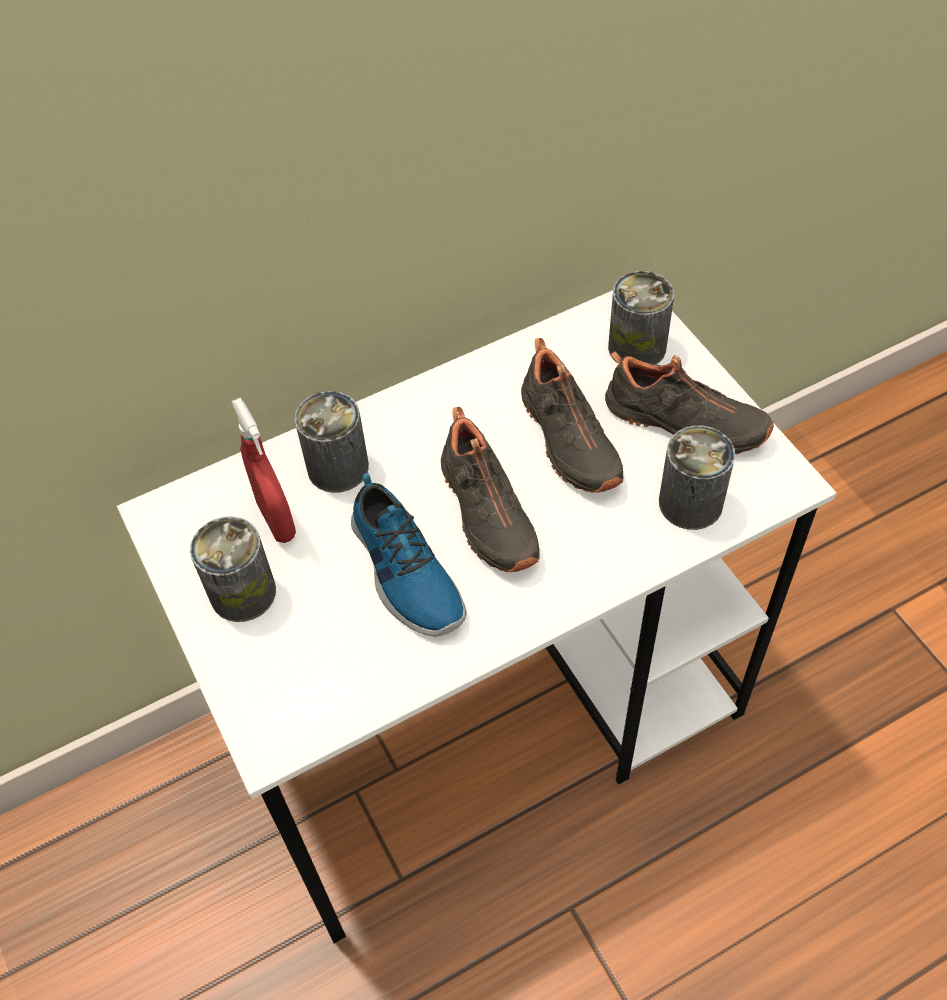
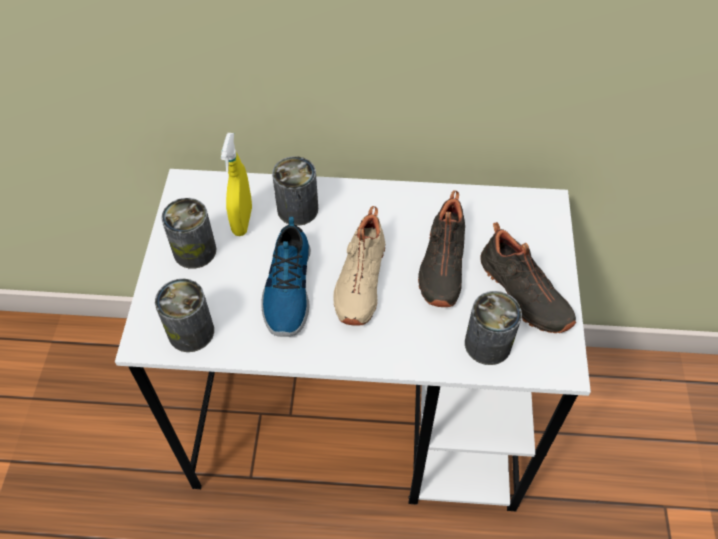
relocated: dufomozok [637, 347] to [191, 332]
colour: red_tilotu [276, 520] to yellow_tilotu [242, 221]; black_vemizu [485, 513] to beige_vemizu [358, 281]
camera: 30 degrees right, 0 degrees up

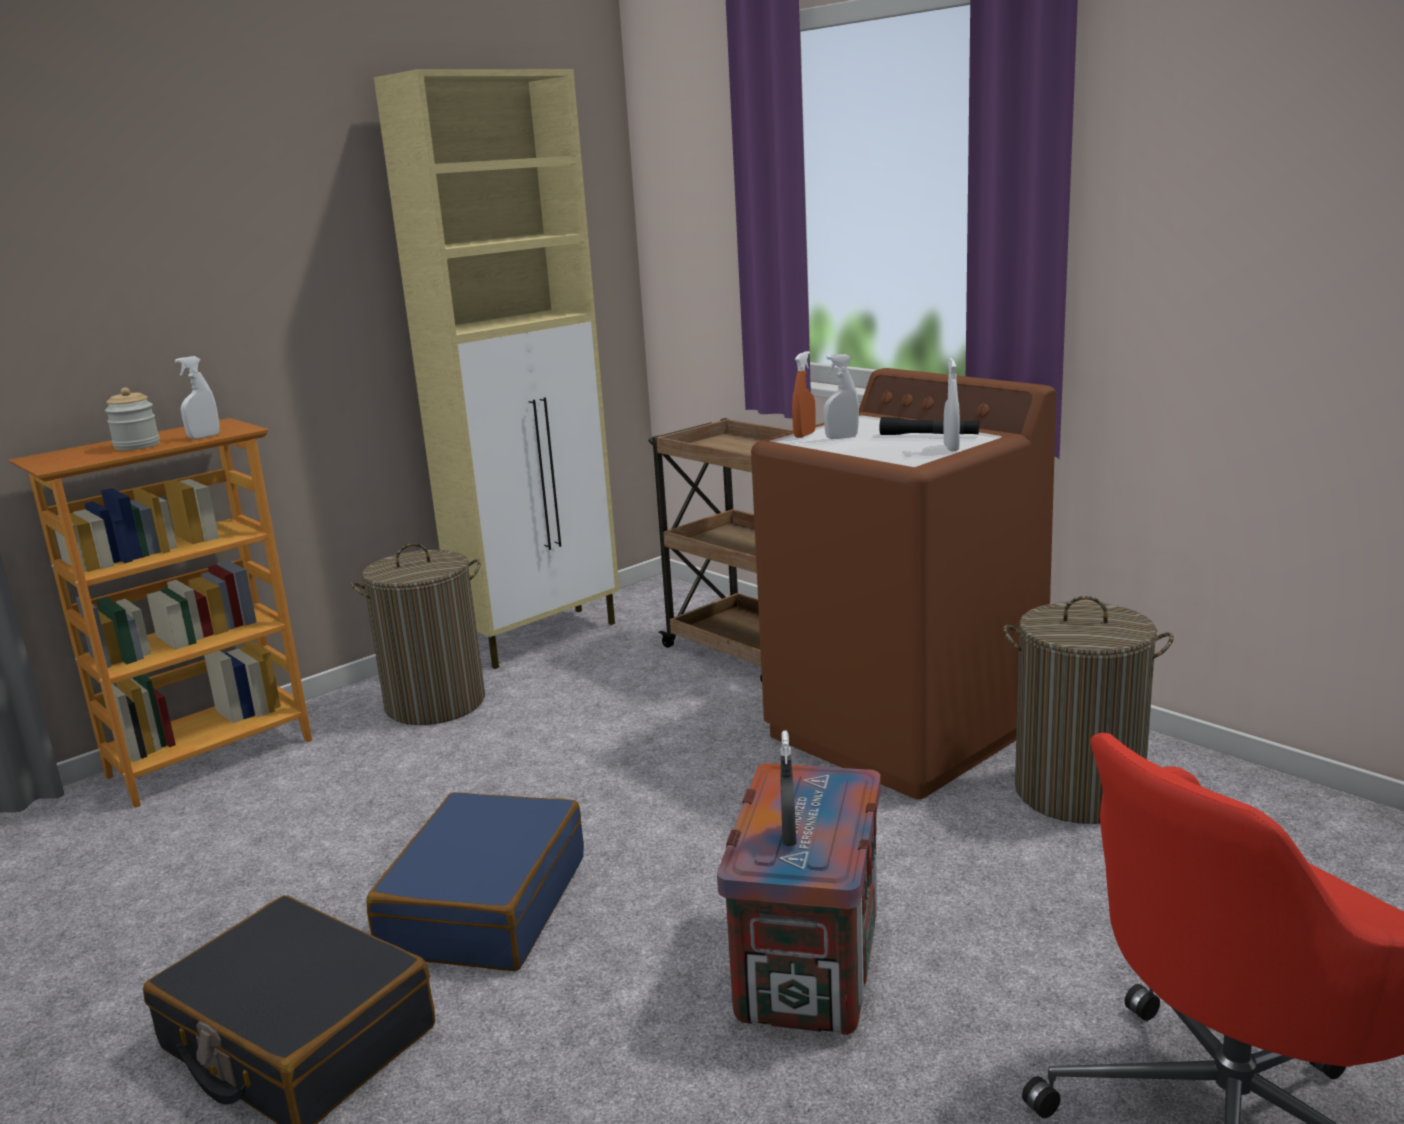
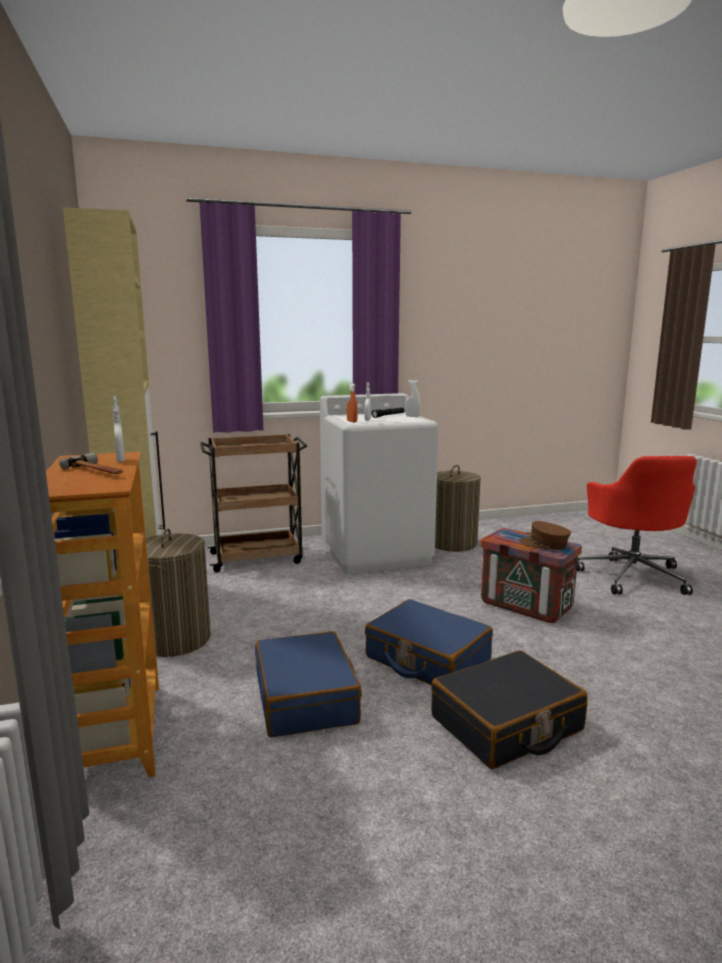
appeared: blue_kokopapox [306, 698]
exchanged: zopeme [137, 446] to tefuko [97, 471]; grey_tilotu [789, 836] to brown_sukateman [544, 544]
colour: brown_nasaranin [904, 731] to white_nasaranin [376, 553]
camera: 65 degrees left, 5 degrees down

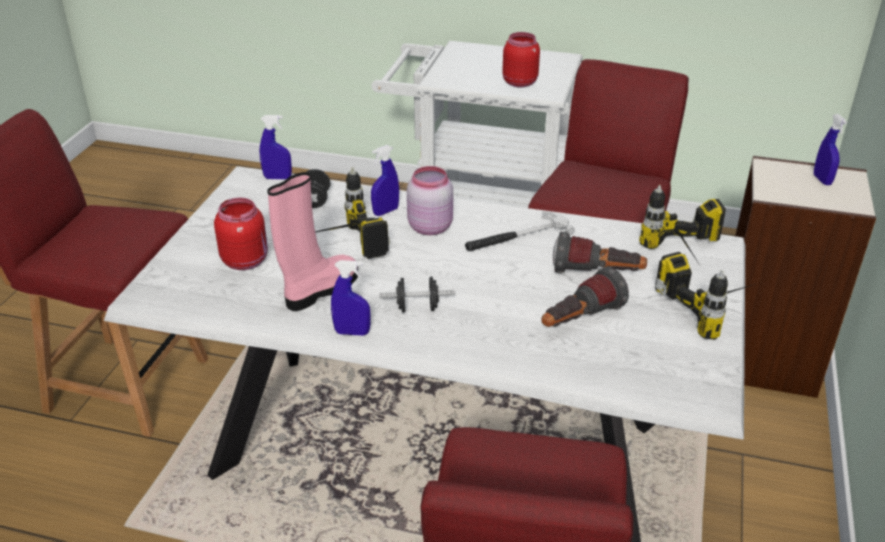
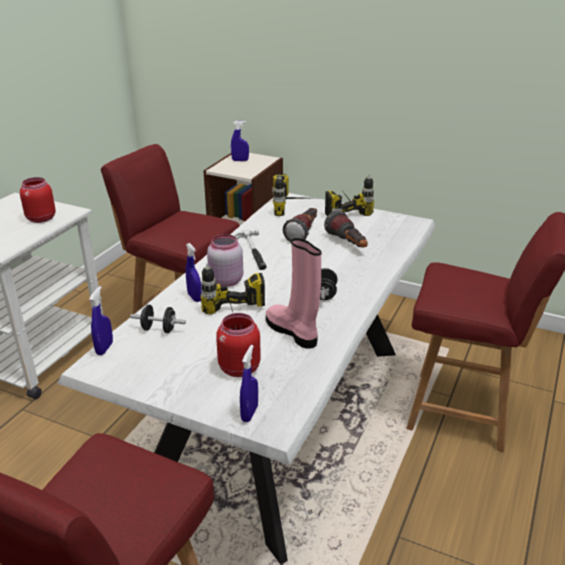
relocated: blue_tilotu [352, 332] to [249, 413]
camera: 80 degrees left, 5 degrees down

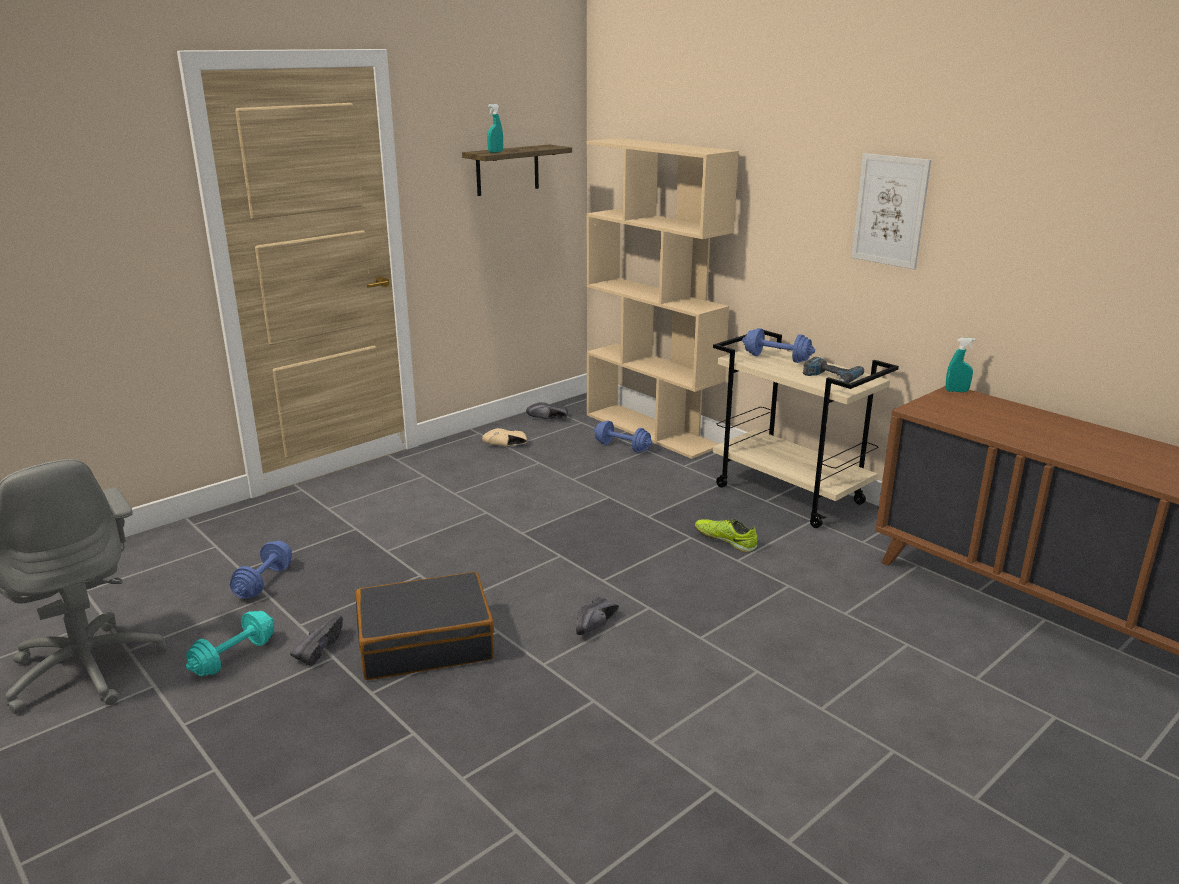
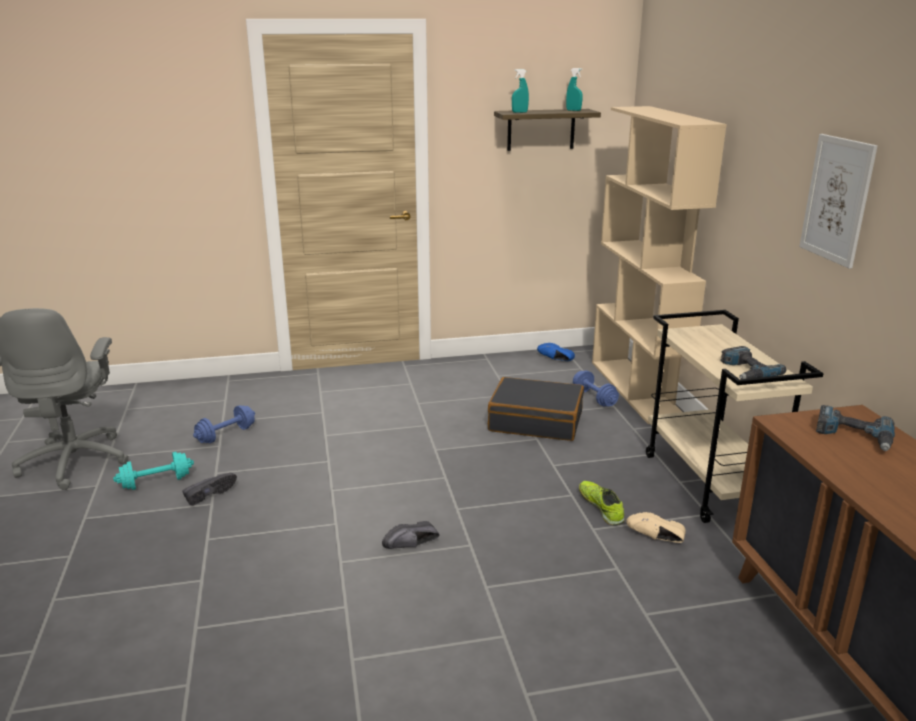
missing: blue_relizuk [776, 358]
appeared: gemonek [853, 436]
relocated: black_kokopapox [425, 642] to [536, 421]; turquoise_tilotu [956, 391] to [573, 110]; beige_vemizu [506, 446] to [656, 539]
colour: black_vemizu [548, 419] to blue_vemizu [555, 360]
camera: 30 degrees right, 0 degrees up

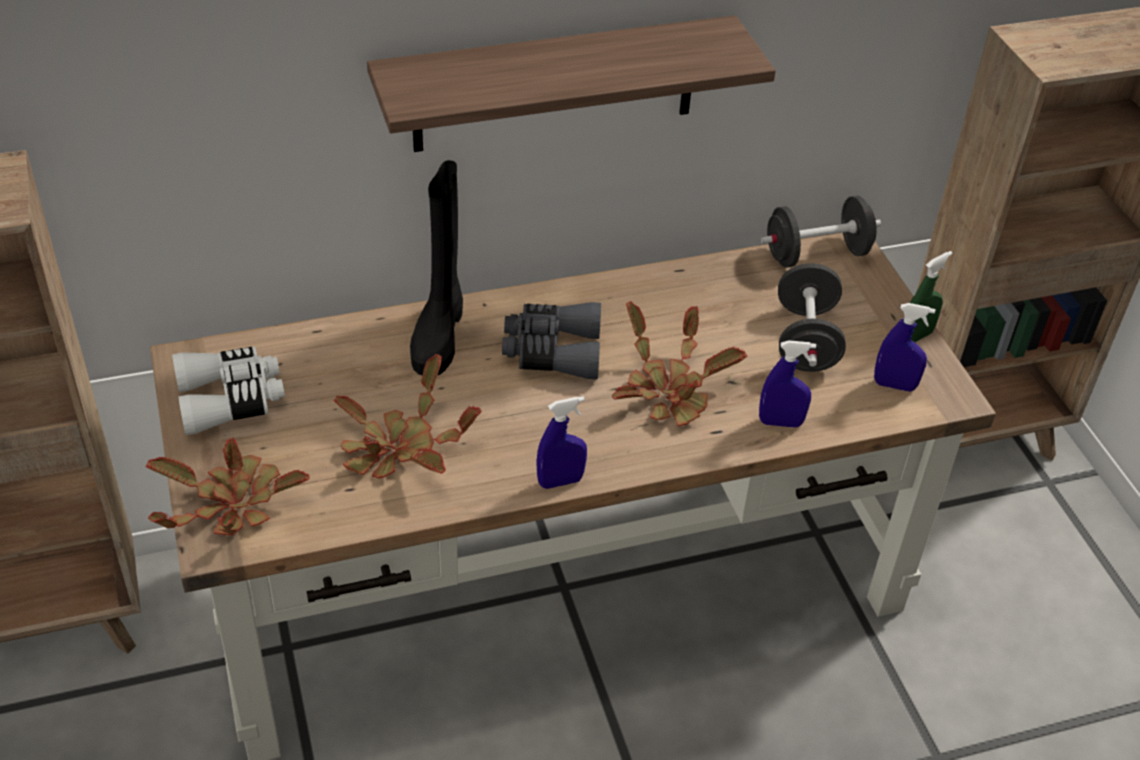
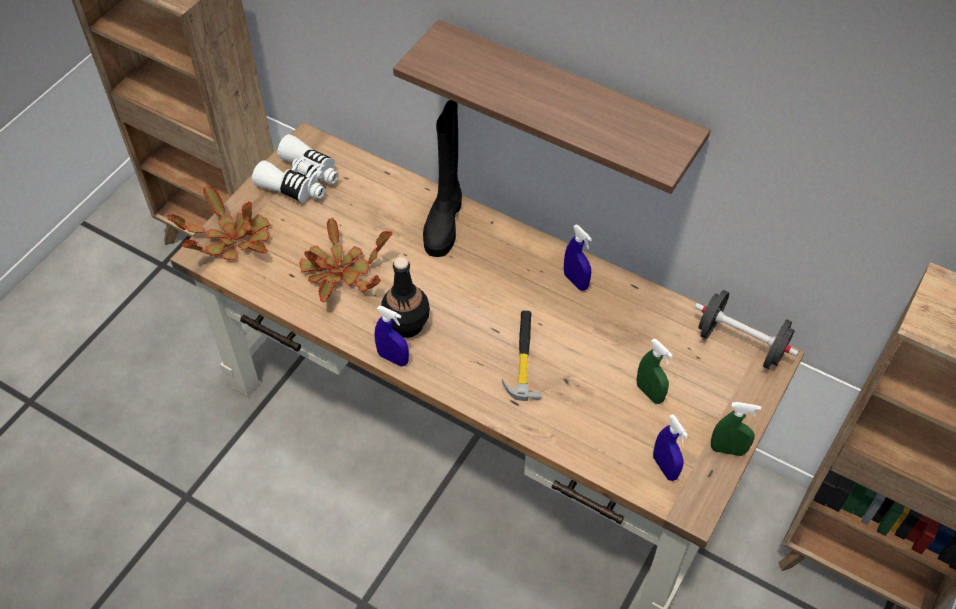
missing: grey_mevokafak [552, 351]
appeared: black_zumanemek [406, 324]
relocated: blue_tilotu [780, 422] to [575, 281]
exchanged: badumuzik [670, 390] to tefuko [523, 356]; black_relizuk [805, 340] to green_tilotu [649, 393]
spun: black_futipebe [439, 334] = [444, 222] 45 degrees counterclockwise
camera: 50 degrees right, 10 degrees up

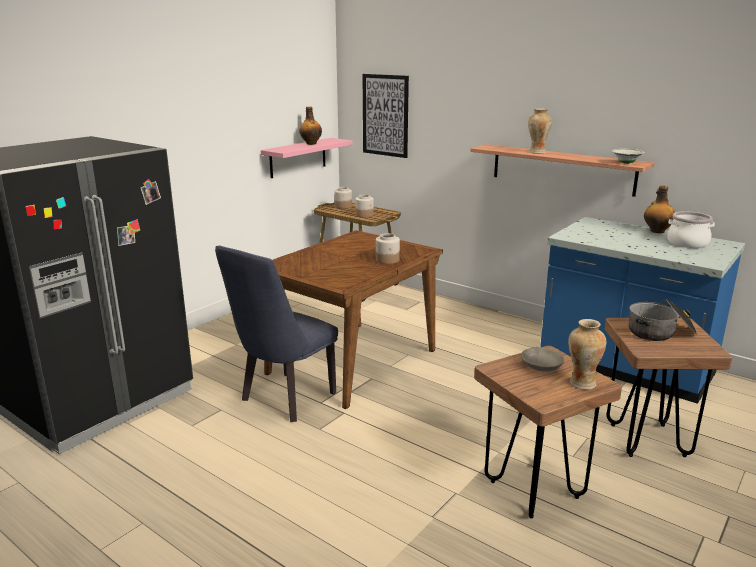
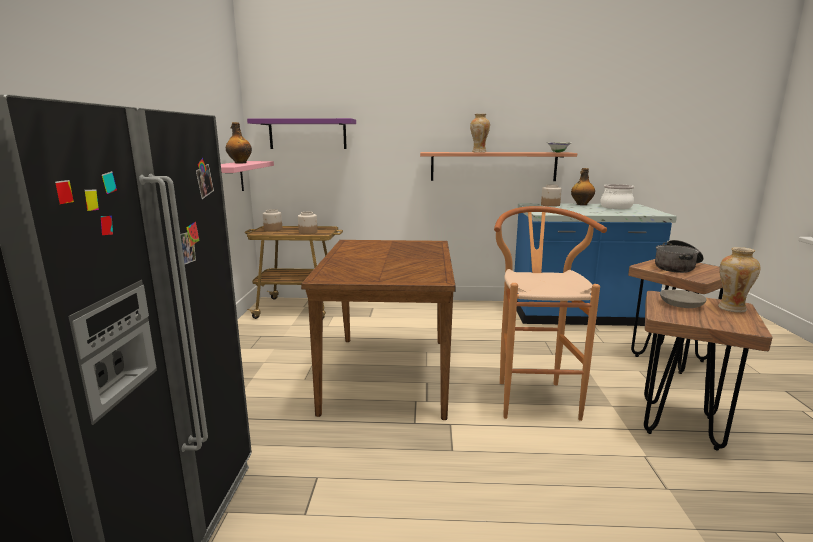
missing: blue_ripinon [283, 400]
appeared: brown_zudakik [533, 395]
relocated: zopeme [387, 260] to [550, 205]
exchanged: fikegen [385, 115] to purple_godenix [307, 134]
camera: 35 degrees left, 5 degrees down

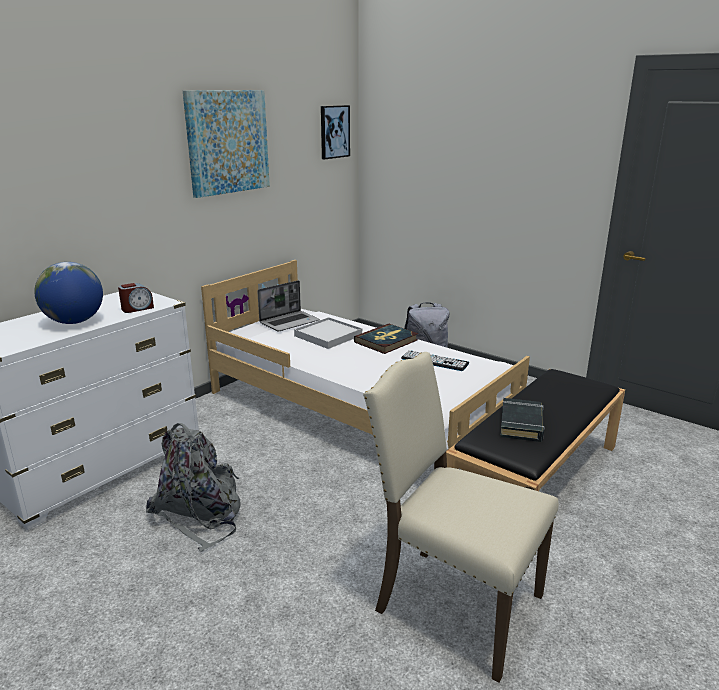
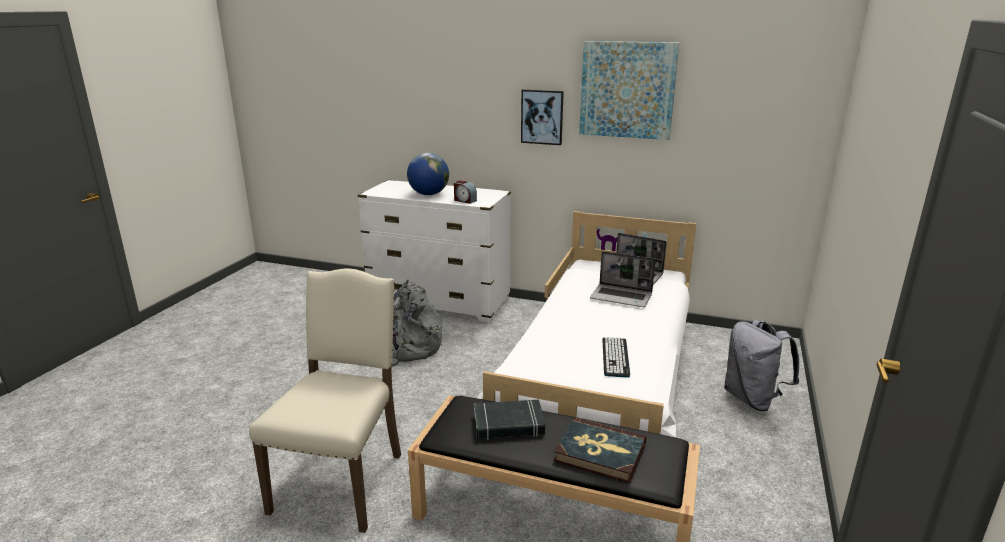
relocated: fikegen [334, 132] to [542, 117]; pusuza [386, 341] to [600, 452]
exchanged: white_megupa [328, 335] to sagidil [622, 297]
camera: 70 degrees right, 0 degrees up

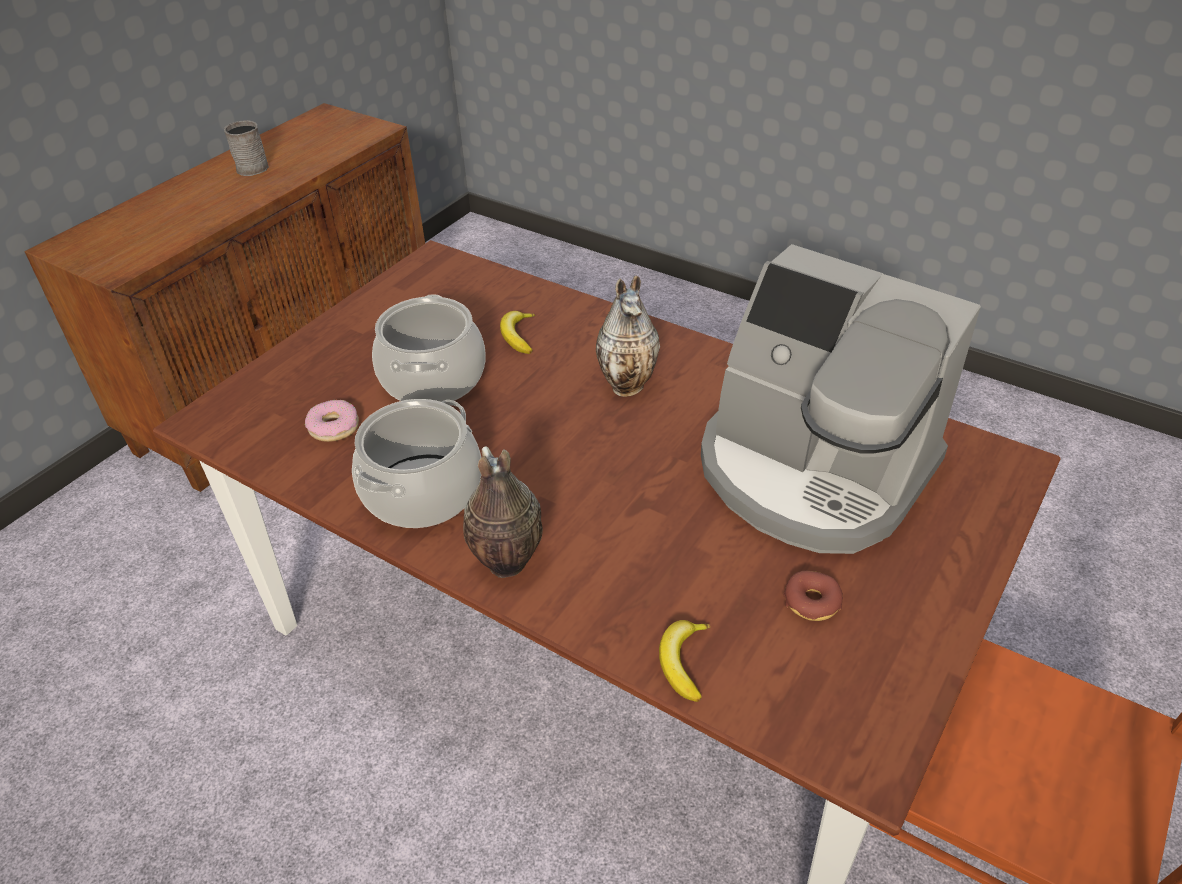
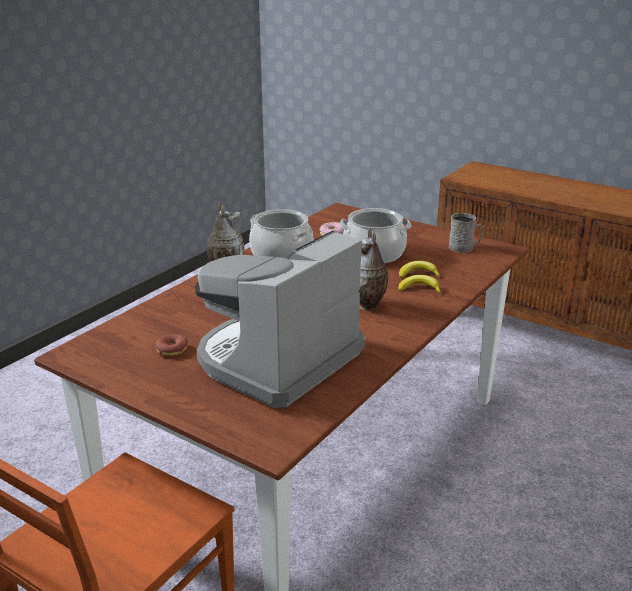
relocated: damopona [683, 662] to [419, 289]; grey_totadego [253, 166] to [464, 248]
camera: 90 degrees right, 15 degrees down

